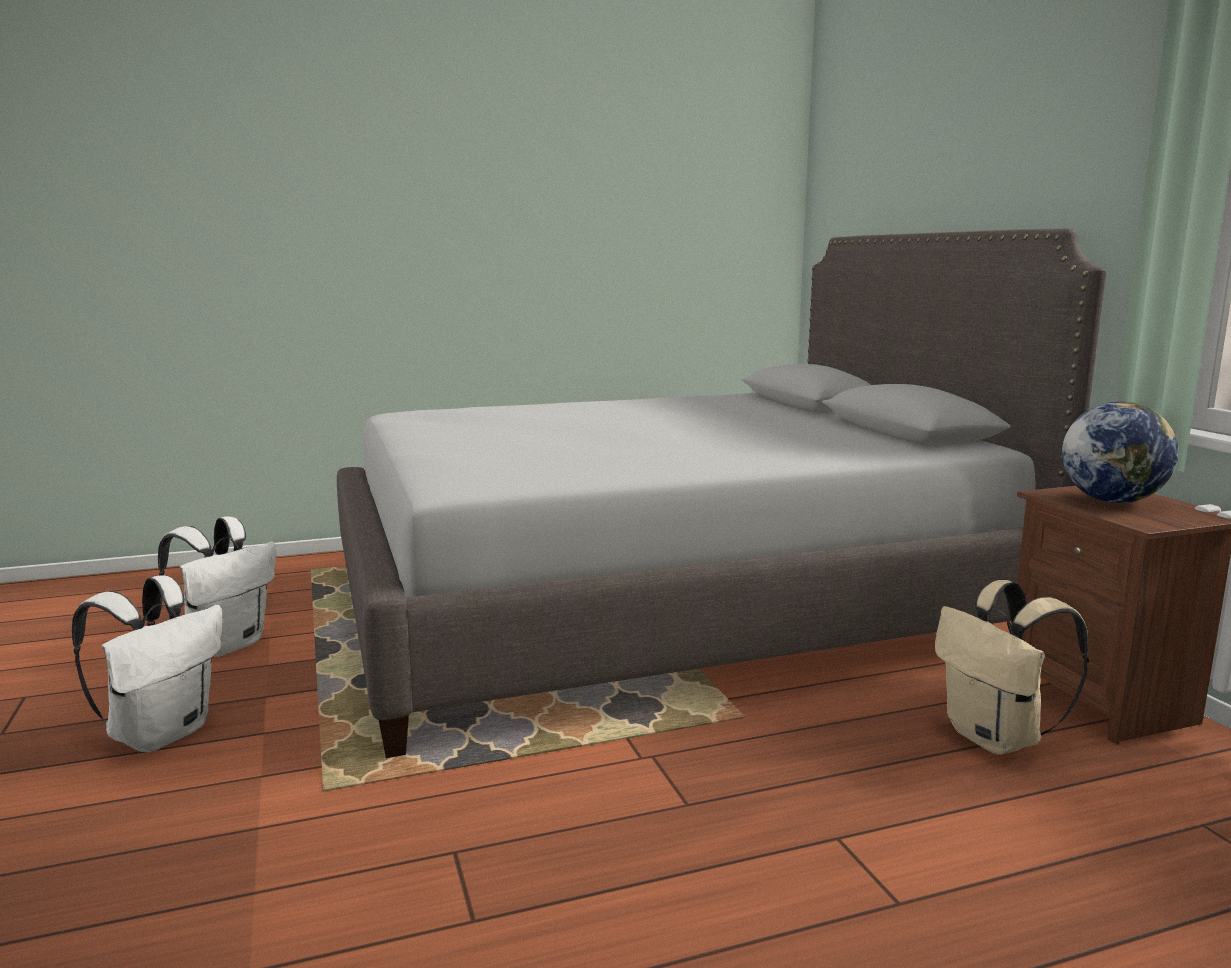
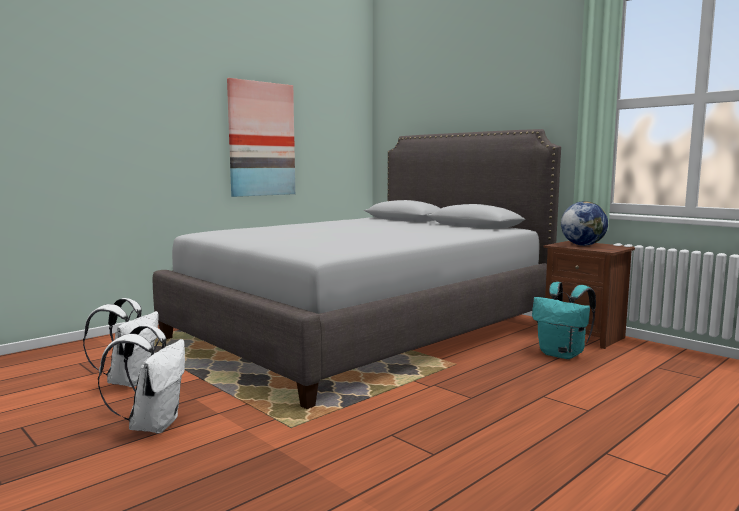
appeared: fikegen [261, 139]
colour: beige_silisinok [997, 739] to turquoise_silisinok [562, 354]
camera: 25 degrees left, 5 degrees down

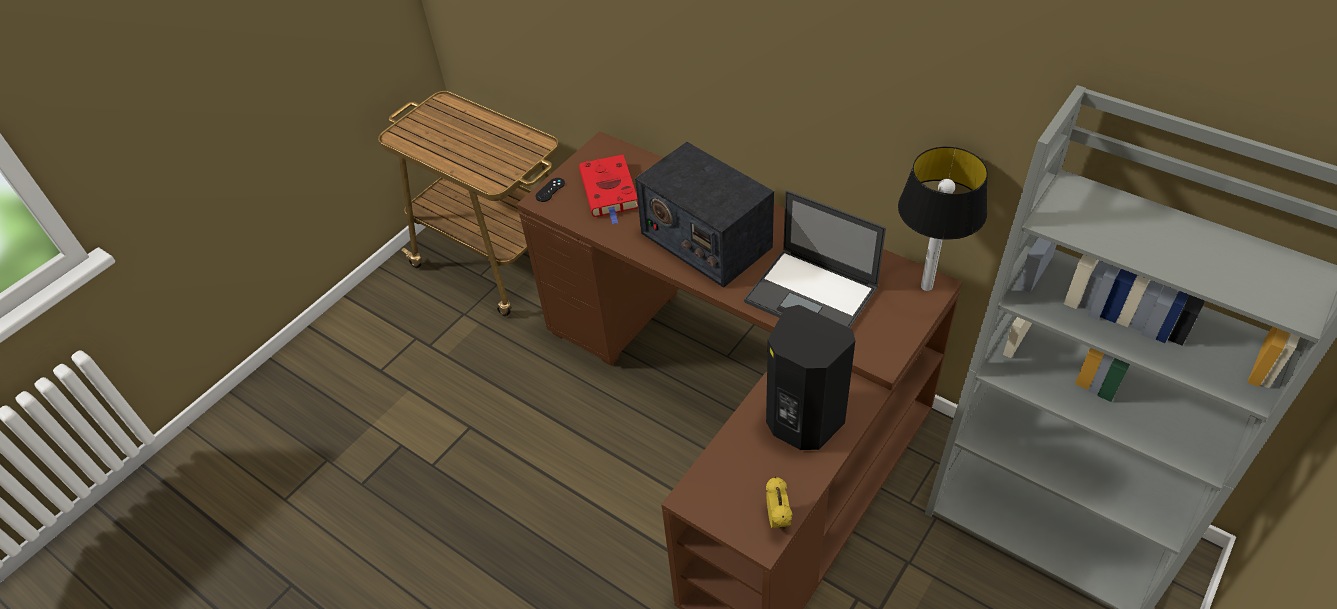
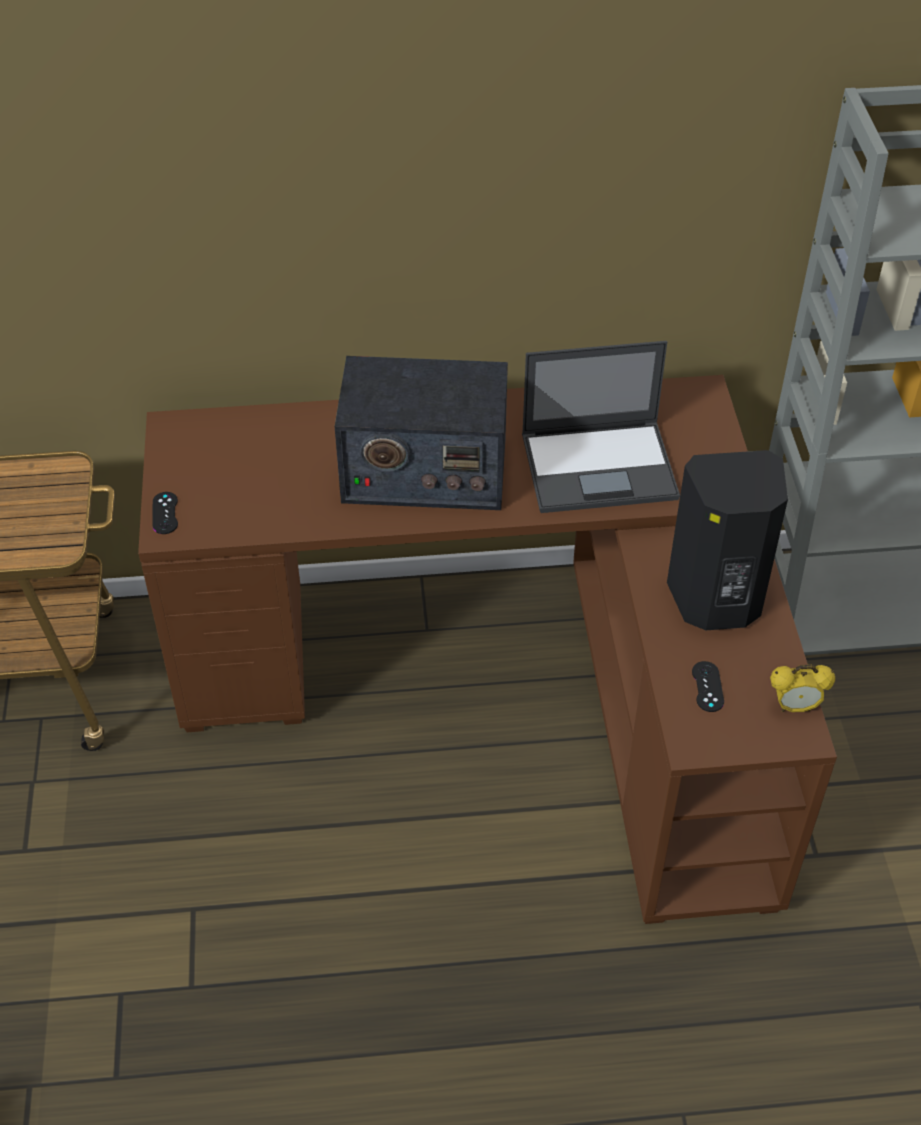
missing: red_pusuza [610, 191]; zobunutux [927, 286]
appeared: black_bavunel [707, 687]
spun: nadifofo [778, 520] = [794, 707] 135 degrees clockwise
camera: 45 degrees left, 0 degrees up

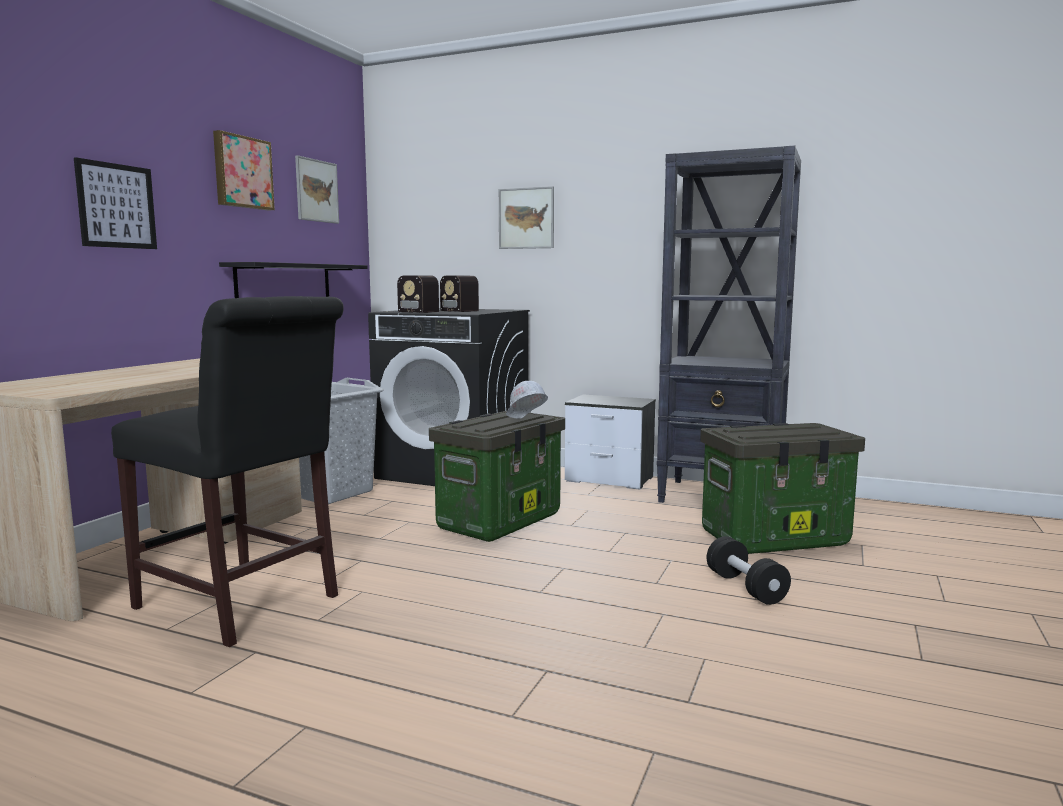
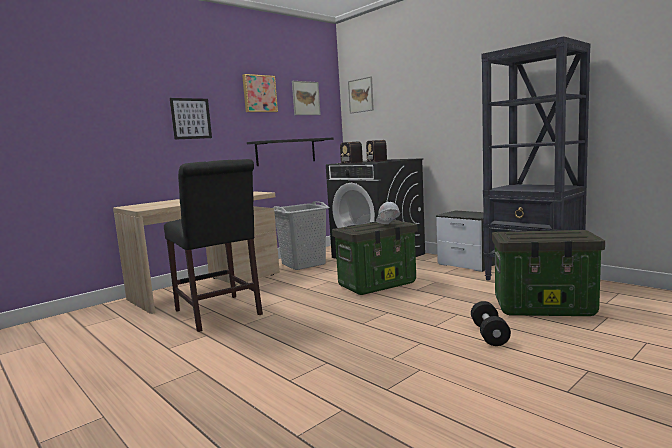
relocated: fikegen [526, 218] to [361, 95]
camera: 25 degrees right, 0 degrees up

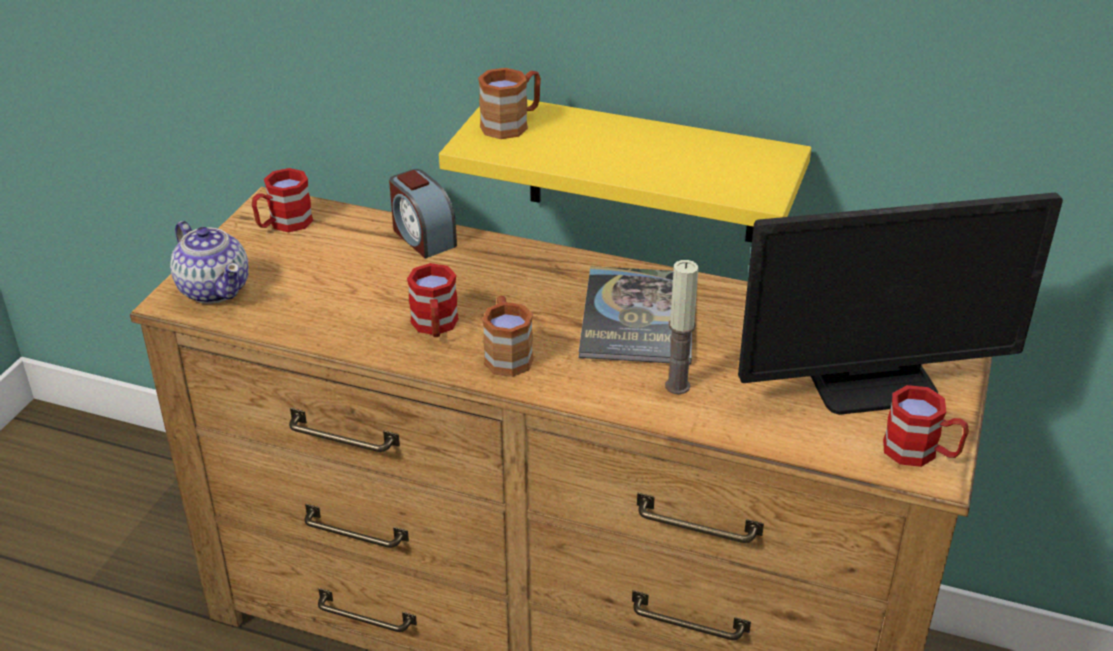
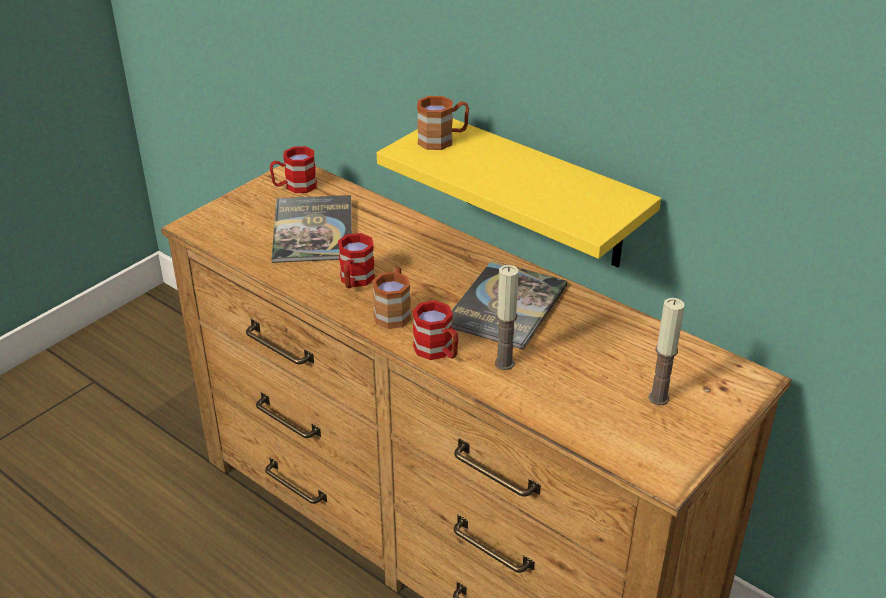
missing: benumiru [214, 288]; nadifofo [422, 237]
appeared: pusuza [313, 230]
relocated: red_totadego [921, 452] to [438, 351]
exchanged: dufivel [873, 385] to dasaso [658, 398]
camera: 20 degrees right, 0 degrees up

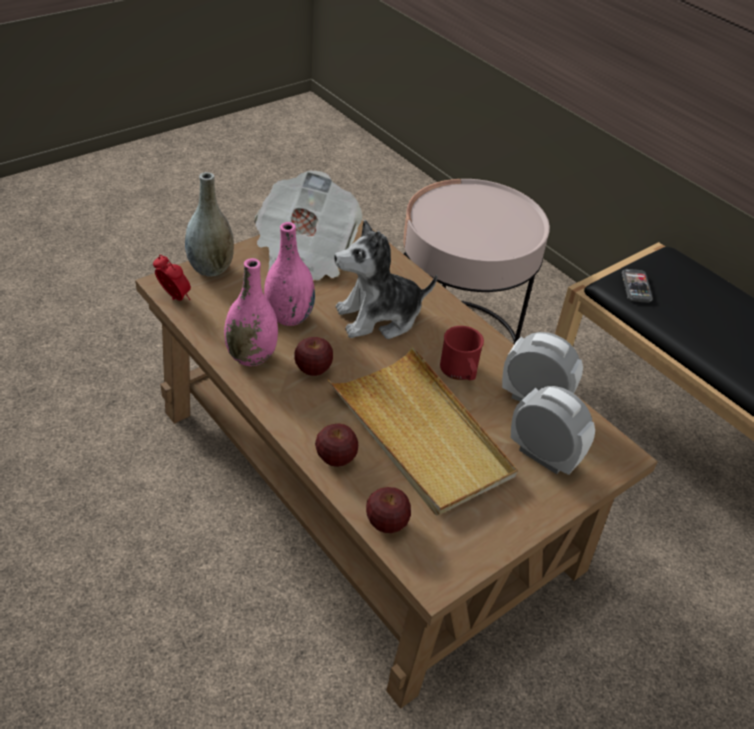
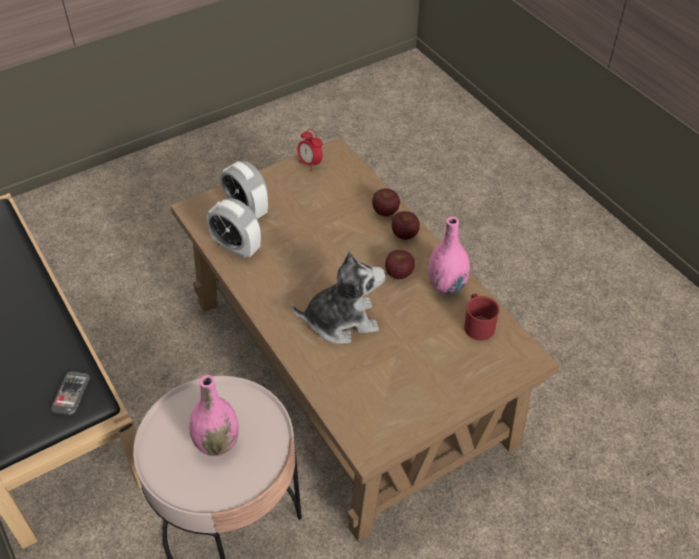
missing: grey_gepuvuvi [211, 268]; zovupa [304, 254]; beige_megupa [420, 433]
relocated: pink_gepuvuvi [289, 317] to [217, 443]; nadifofo [174, 298] to [310, 163]; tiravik [386, 523] to [404, 235]; red_totadego [460, 372] to [477, 324]
camera: 170 degrees left, 5 degrees up

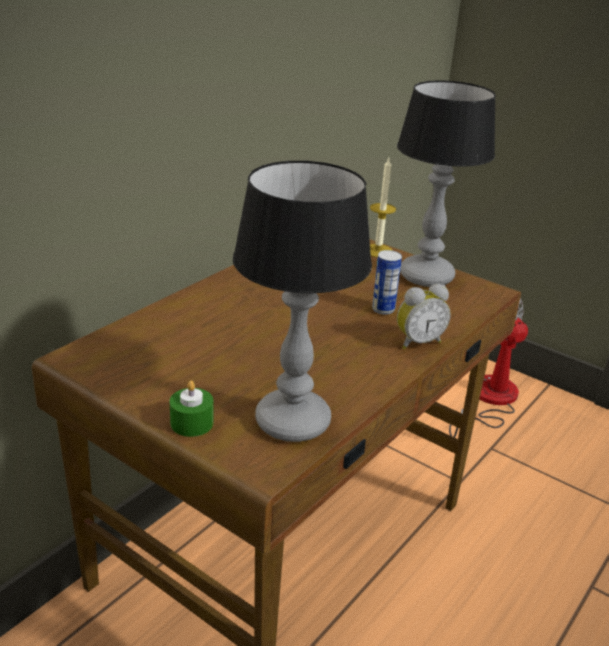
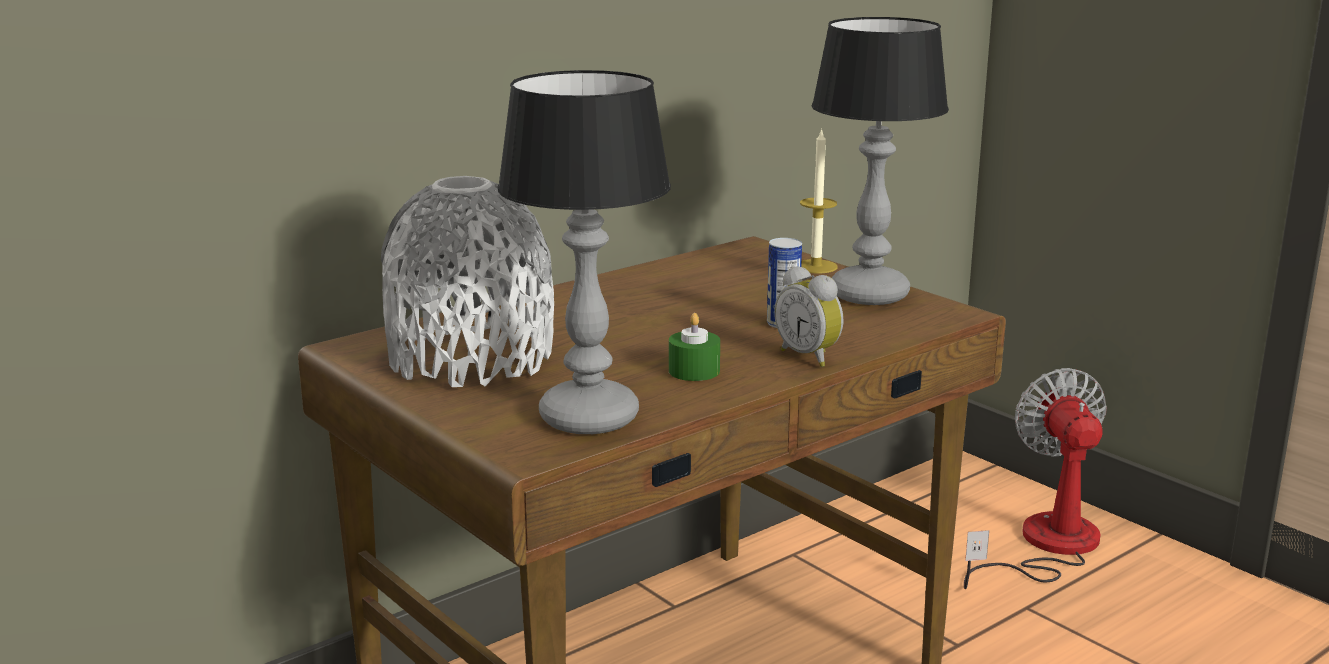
appeared: grey_gepuvuvi [471, 359]
relocated: green_dasaso [192, 423] to [694, 371]
spun: nadifofo [417, 342] = [810, 356] 60 degrees clockwise
camera: 15 degrees right, 10 degrees down

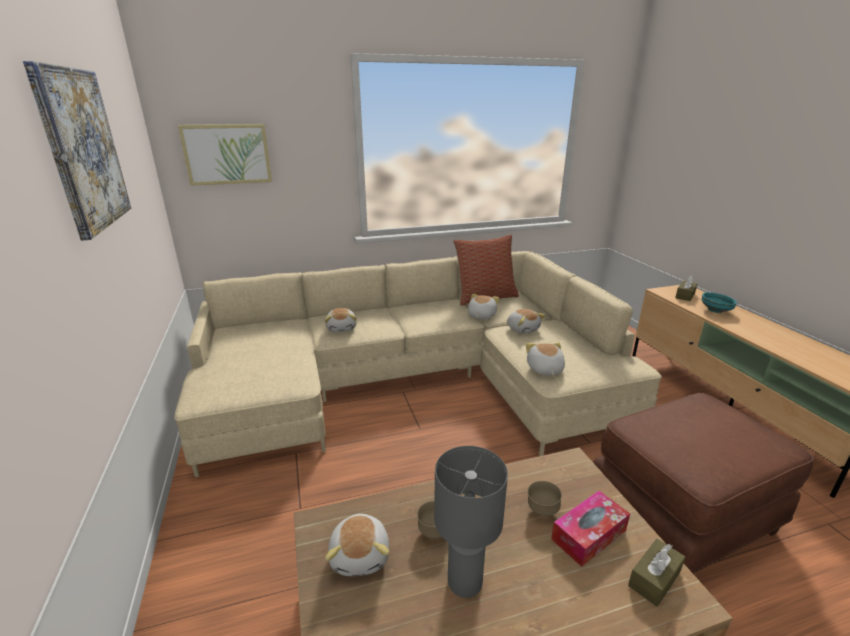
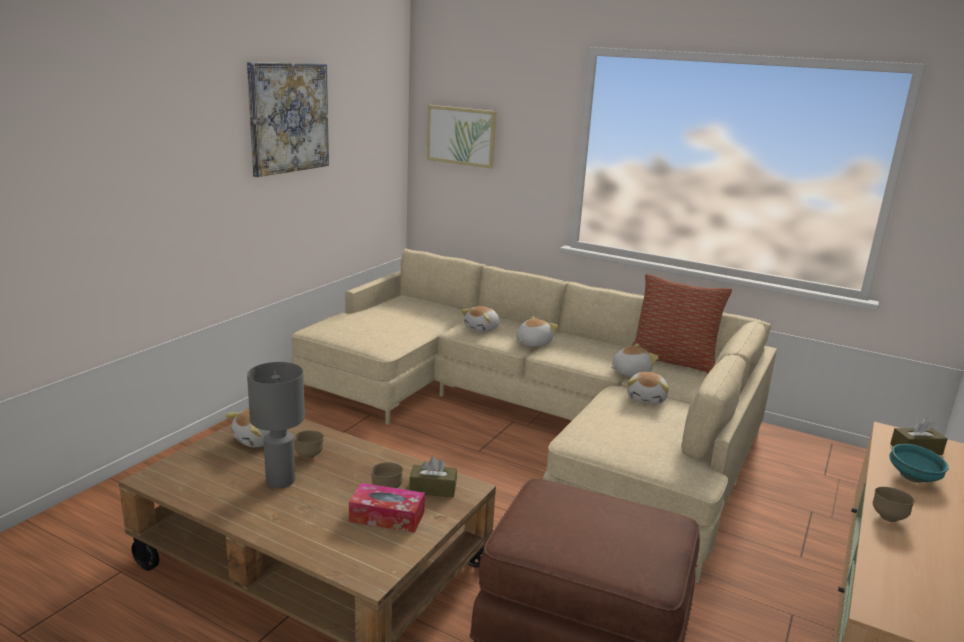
appeared: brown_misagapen [888, 518]
relocated: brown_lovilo [654, 579] to [433, 489]; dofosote [544, 369] to [532, 343]
camera: 45 degrees right, 5 degrees down

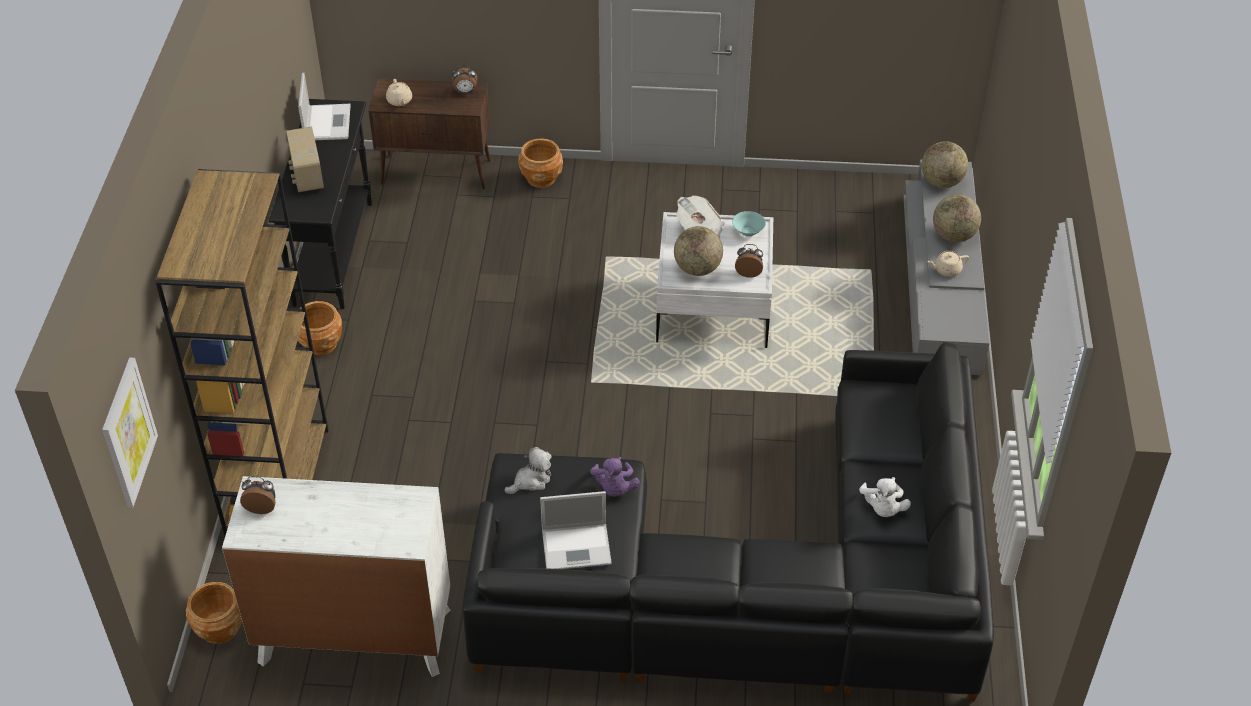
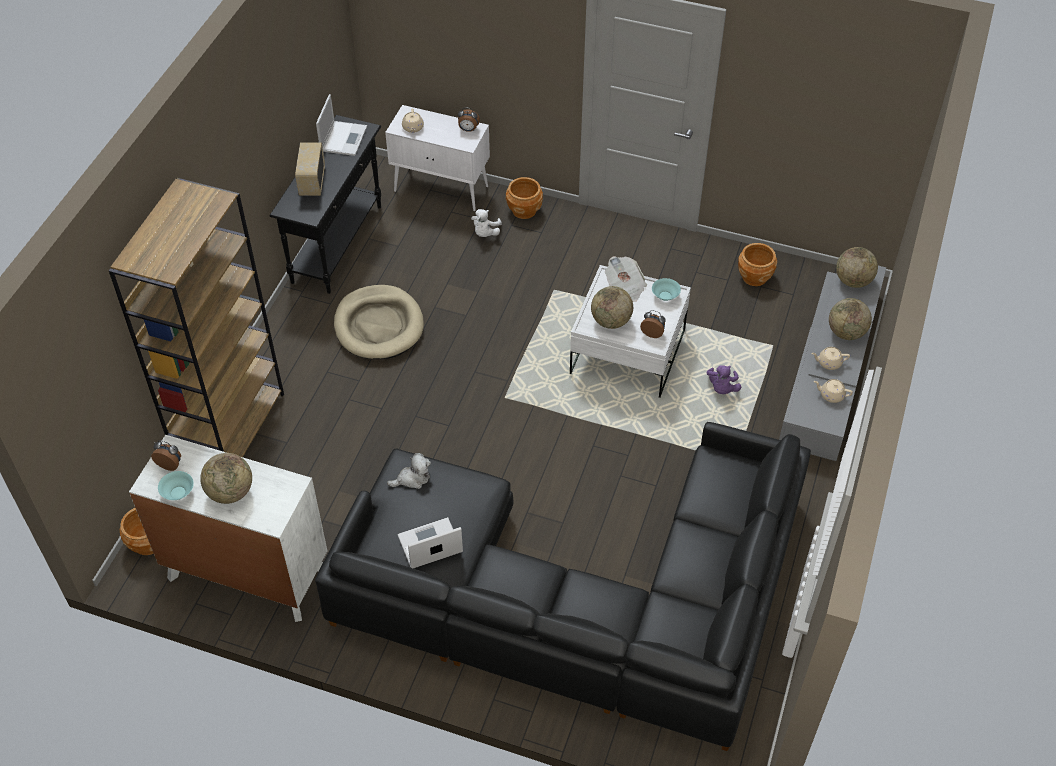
missing: fikegen [128, 432]
appeared: turquoise_misagapen [178, 493]; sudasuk [230, 492]; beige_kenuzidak [379, 325]; beige_benumiru [831, 395]
relocated: white_dofosote [883, 509] to [485, 233]; purple_dofosote [614, 488] to [722, 388]; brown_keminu [321, 343] to [755, 277]
colour: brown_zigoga [437, 172] to white_zigoga [442, 189]
spun: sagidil [578, 546] = [429, 545] 150 degrees clockwise
camera: 15 degrees right, 5 degrees up

